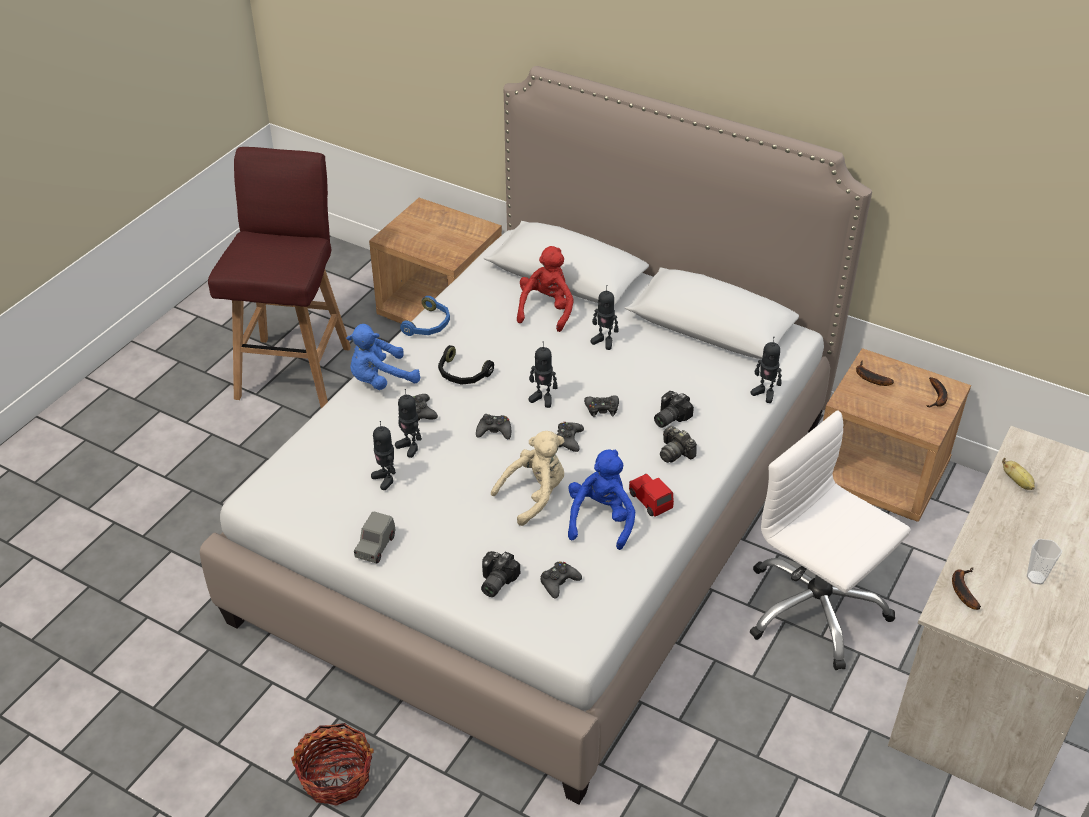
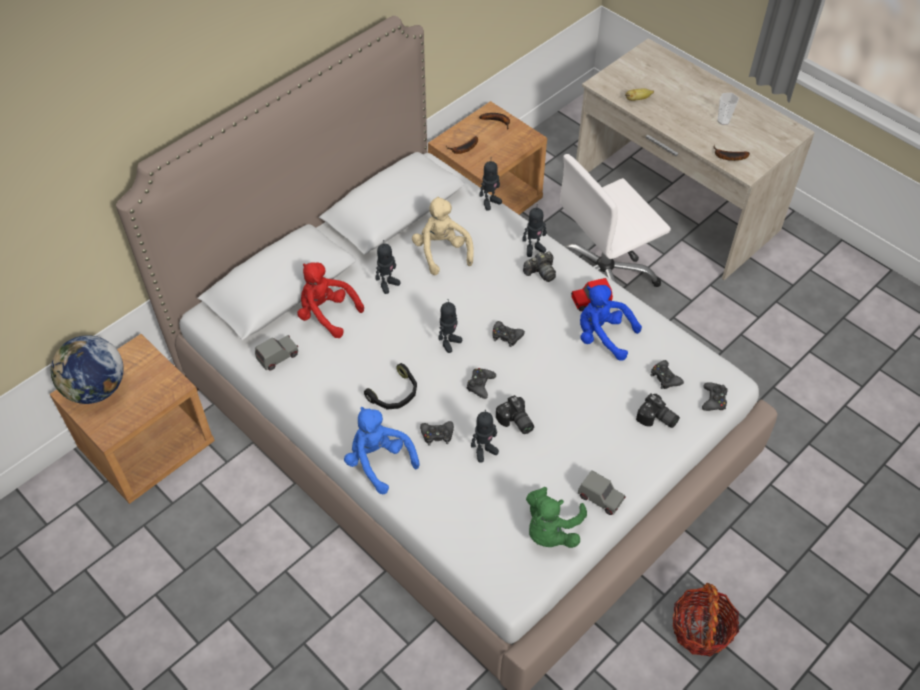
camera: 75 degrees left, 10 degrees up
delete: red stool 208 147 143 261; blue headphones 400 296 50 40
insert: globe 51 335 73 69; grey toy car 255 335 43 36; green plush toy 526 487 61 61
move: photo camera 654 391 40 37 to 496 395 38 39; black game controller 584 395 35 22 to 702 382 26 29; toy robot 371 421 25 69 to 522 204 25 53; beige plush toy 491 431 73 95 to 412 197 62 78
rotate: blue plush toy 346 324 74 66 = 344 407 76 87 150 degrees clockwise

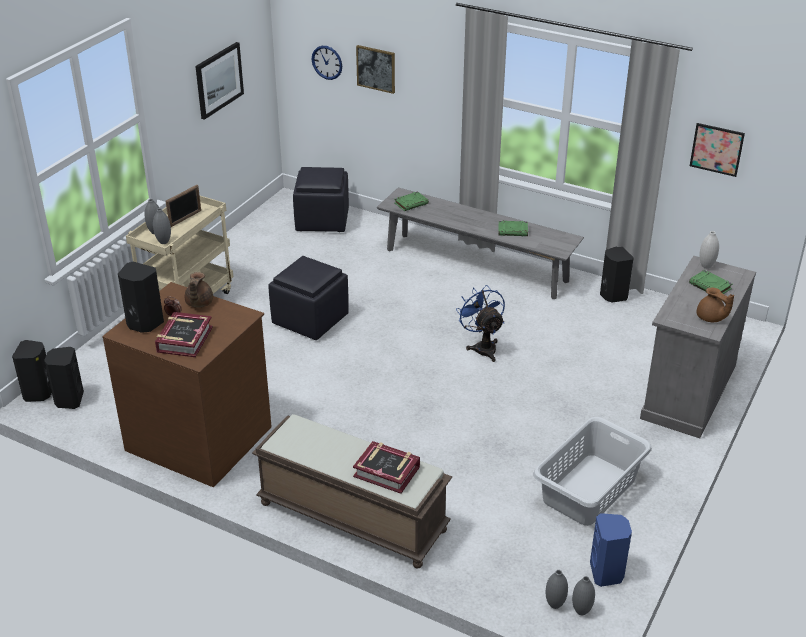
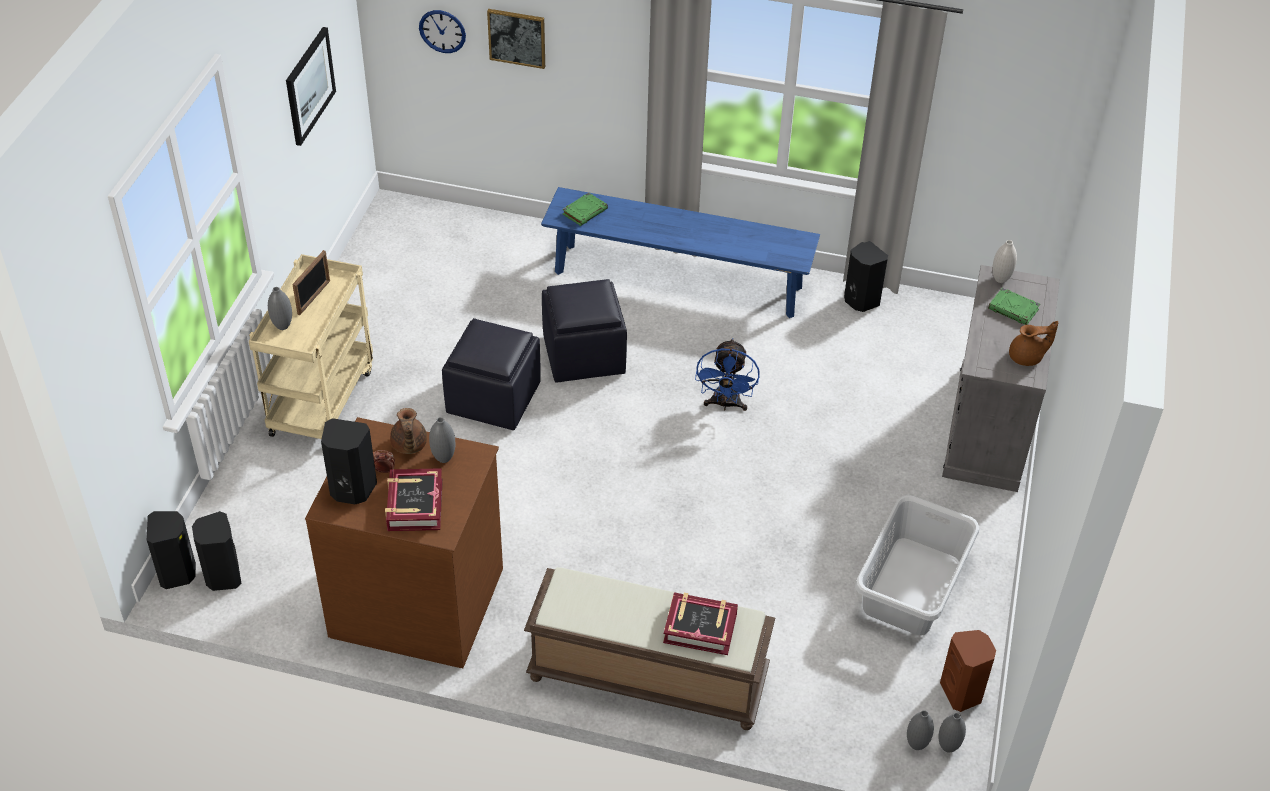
camera: 15 degrees left, 10 degrees up
delete: picture 690 123 55 54; green book 498 220 30 16
move: black ottoman 293 167 56 65 to 542 279 85 104; grey vase 153 208 18 36 to 429 417 26 46
recolor: grey bench 377 188 207 111 to blue bench 541 187 279 131; blue speaker 590 513 42 74 to brown speaker 940 630 56 82
rotate: blue fan 456 285 49 77 = 695 338 65 73 135 degrees counterclockwise; brown teapot 697 288 37 34 = 1009 321 49 45 45 degrees counterclockwise

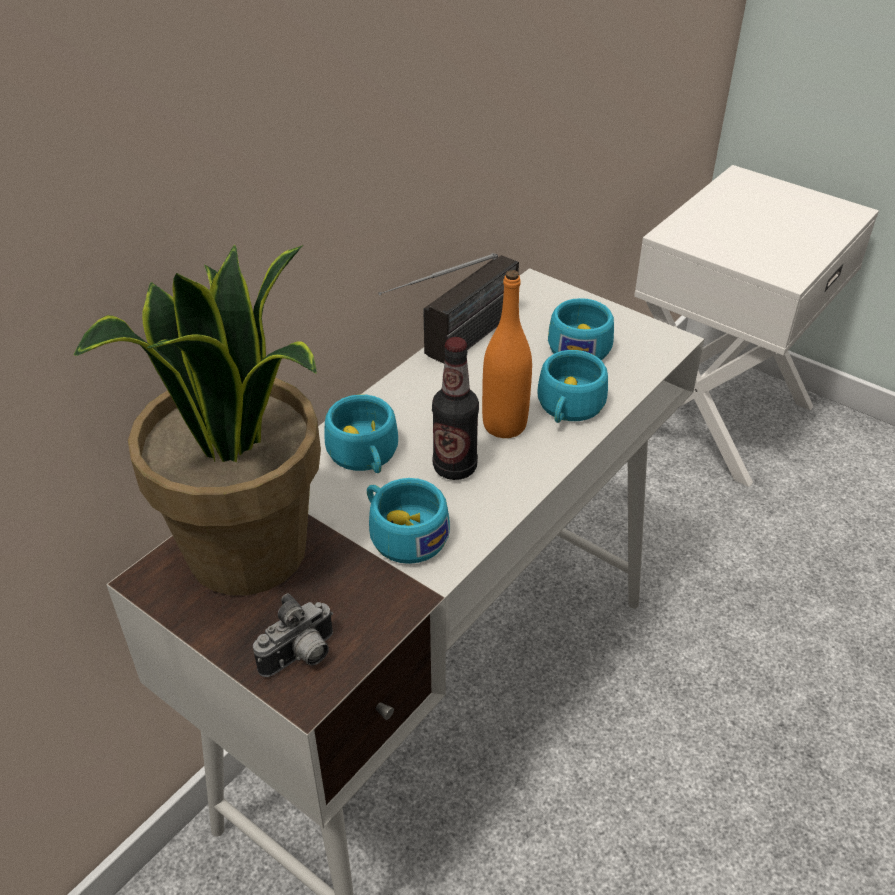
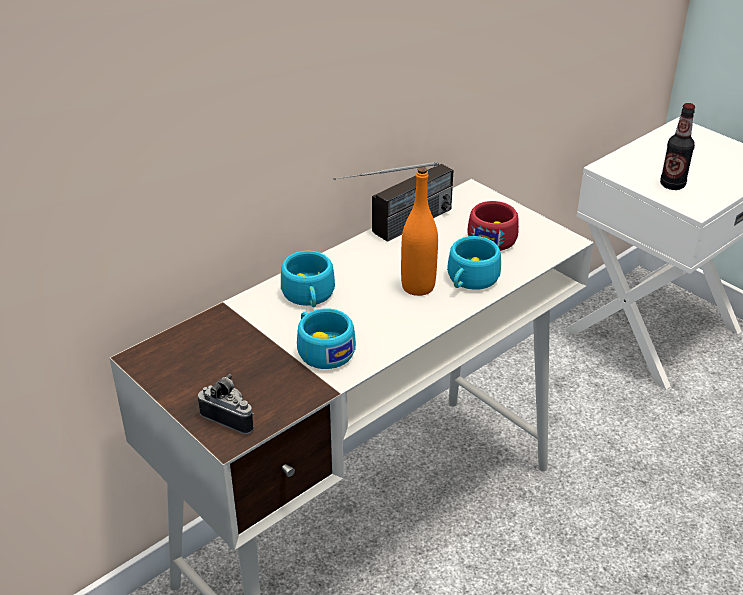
camera: 10 degrees right, 5 degrees down
delete: potted plant 73 245 248 350
move: bottle 432 337 47 143 to 660 103 35 87
recolor: turquoise cup 548 298 66 62 to red cup 467 201 52 50
rotate: photo camera 253 593 80 84 = 198 374 56 60 120 degrees counterclockwise

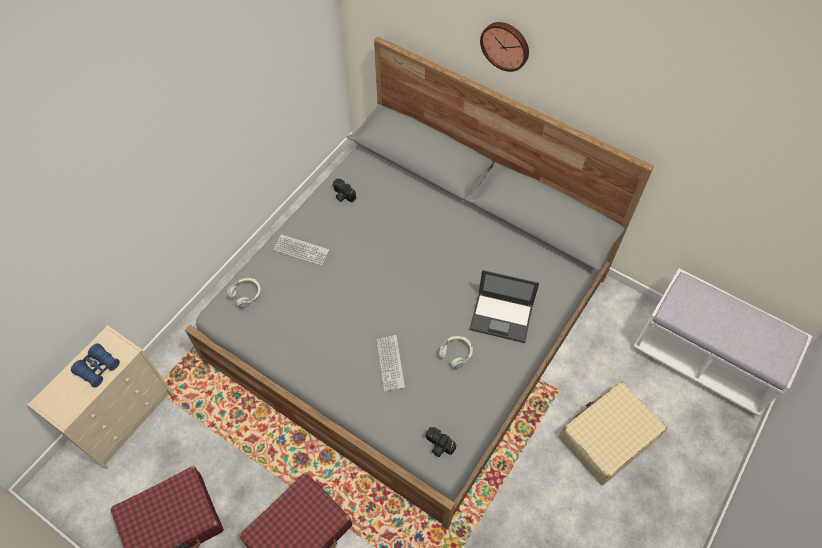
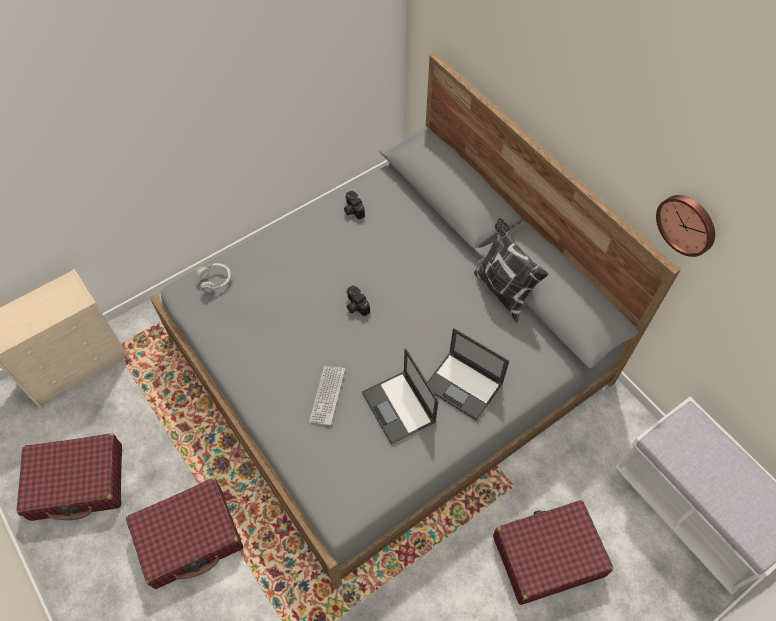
camera: 20 degrees right, 0 degrees up
delete: keyboard 274 235 55 31; blue binoculars 71 343 49 45
insert: pillow 474 218 74 105
move: wall clock 480 22 49 50 to 656 195 59 62; photo camera 425 427 31 30 to 346 285 24 31
replace: headphones 439 336 34 33 to laptop 362 348 76 97
recolor: beige suitcase 559 382 108 103 to red suitcase 493 500 120 105

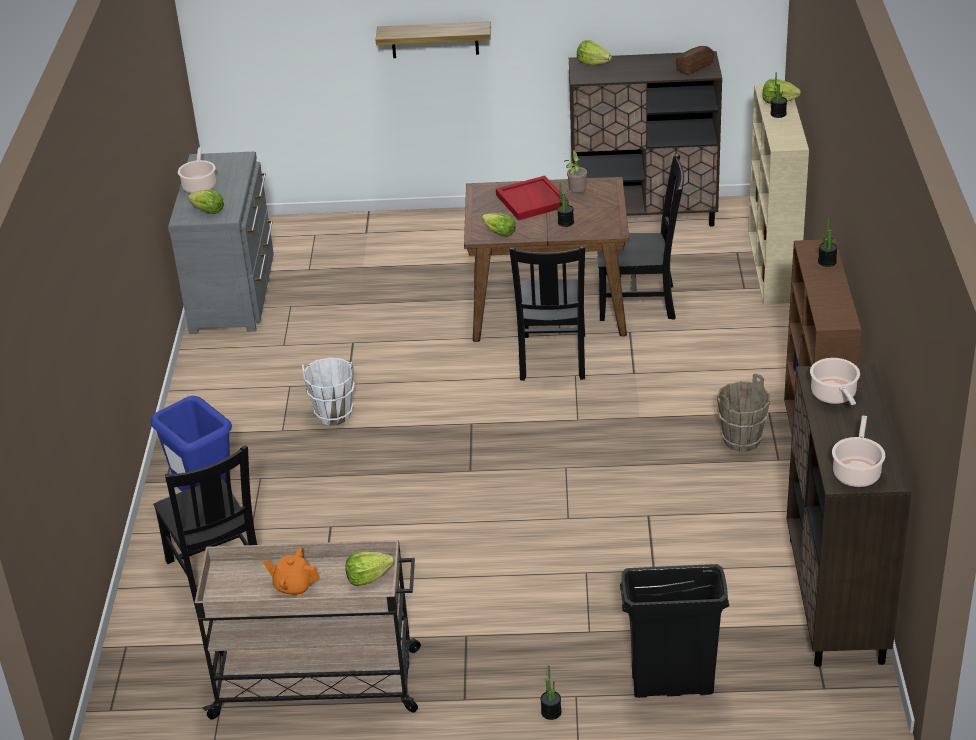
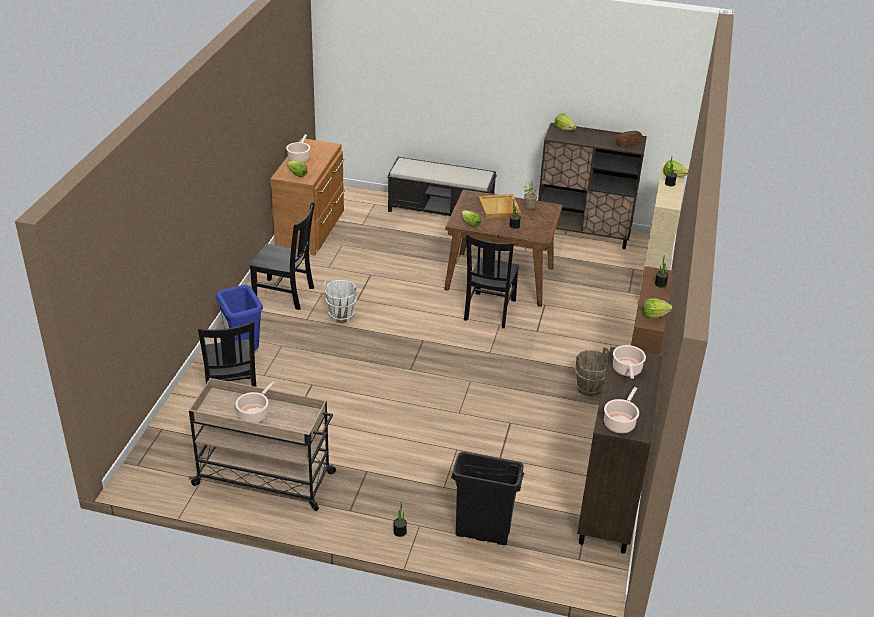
camera: 10 degrees right, 0 degrees up
delete: shelf 375 21 116 37
insert: black bench 387 157 110 59
move: black chair 597 154 87 167 to 249 201 66 109; lettuce 345 552 49 34 to 642 298 31 20
replace: orange teapot 263 548 57 48 to cooking pot 236 381 39 42
recolor: grey dresser 168 151 106 183 to brown dresser 270 138 75 118; red tray 496 176 73 44 to beige tray 478 194 43 25

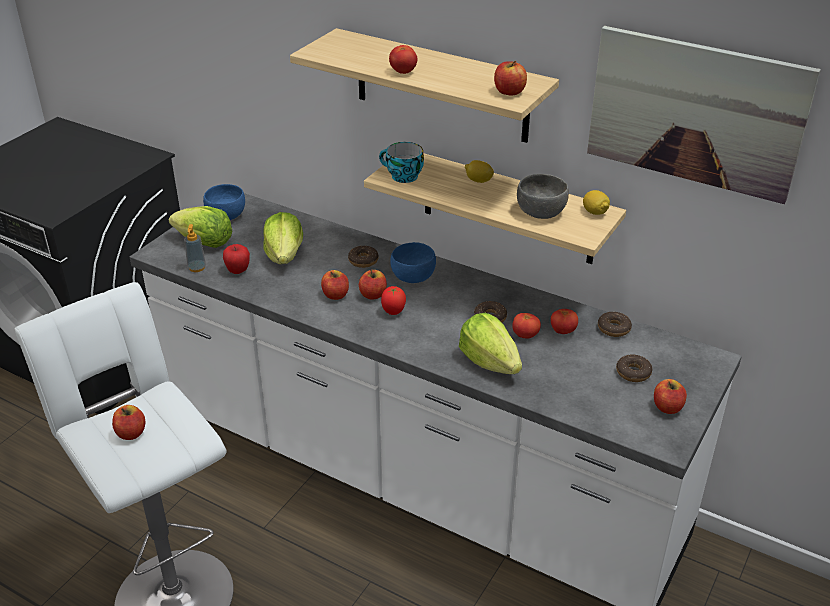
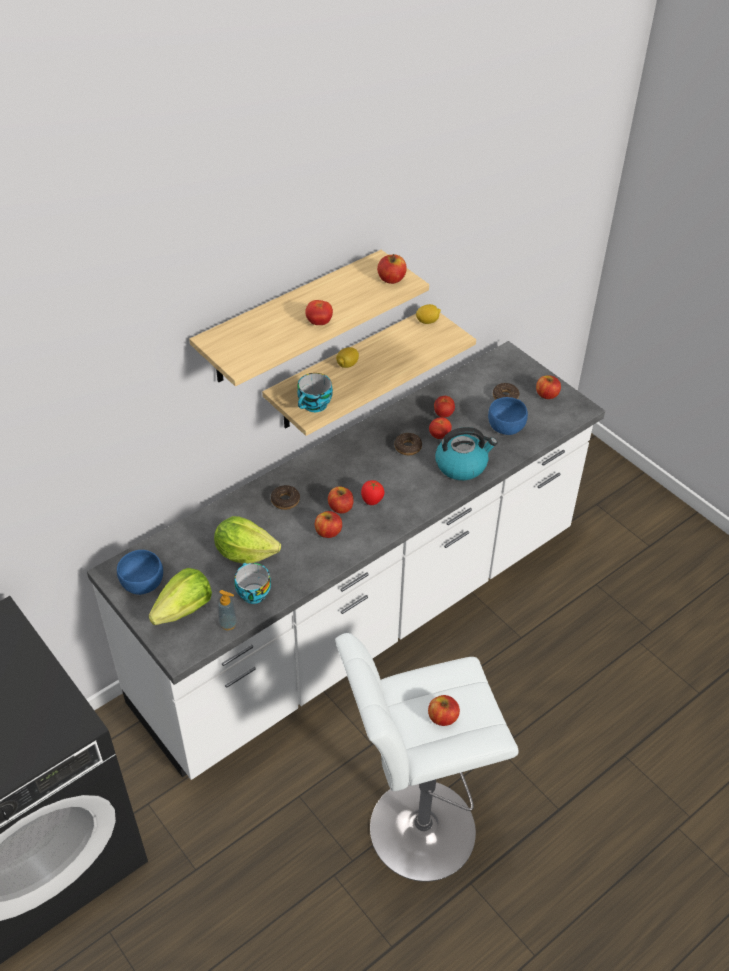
camera: 70 degrees left, 10 degrees up
delete: picture 587 26 234 178; grey bowl 517 174 52 45; donut 598 312 34 25
move: blue bowl 390 242 46 41 to 488 397 40 38
replace: apple 223 244 27 30 to cup 234 563 37 41; lettuce 459 313 63 61 to kettle 435 427 63 53

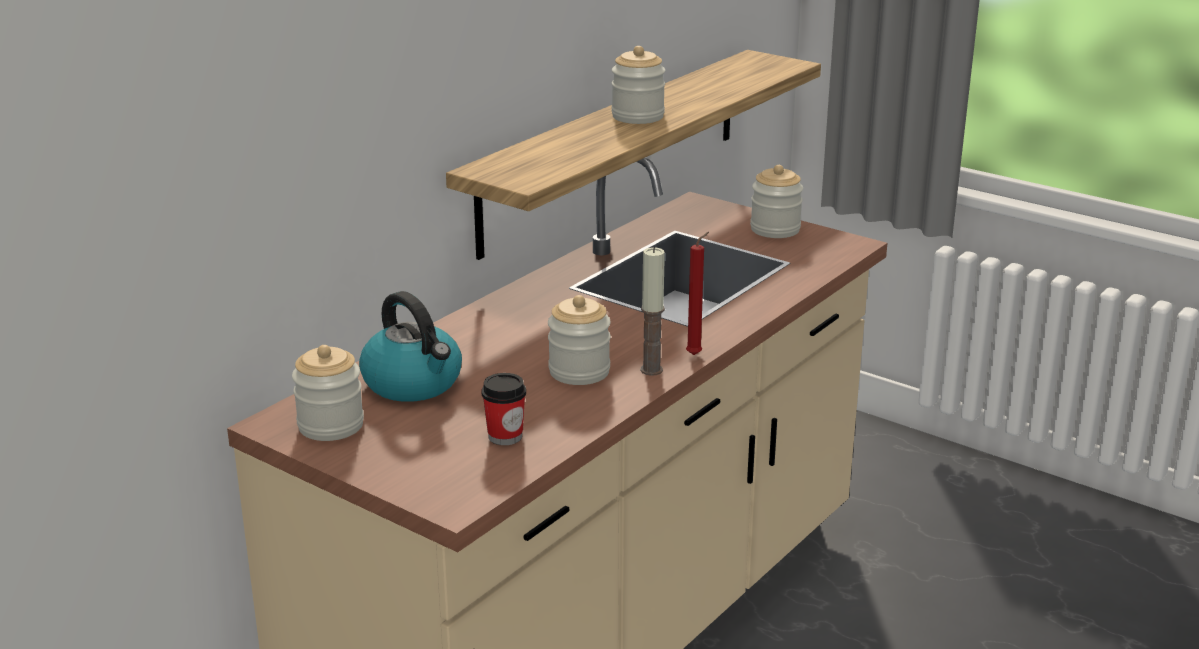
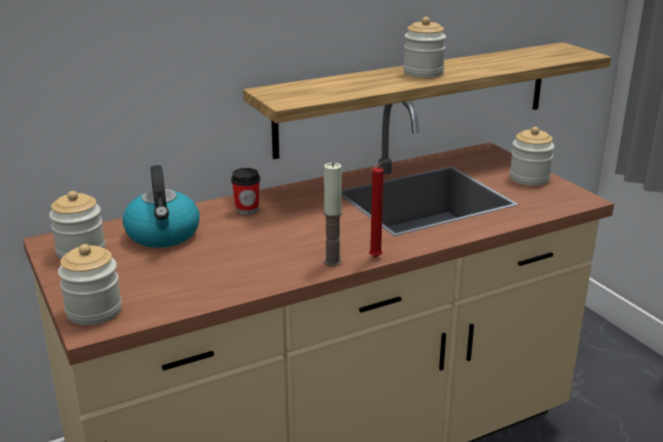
camera: 25 degrees right, 0 degrees up
move: jar 548 295 63 90 to 58 244 64 81; cup 482 373 44 72 to 231 168 29 47

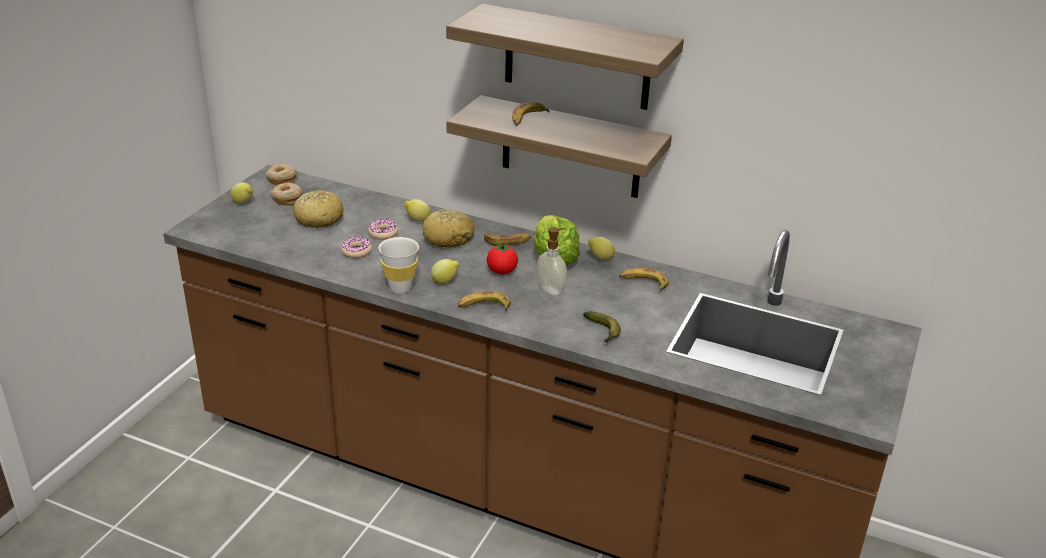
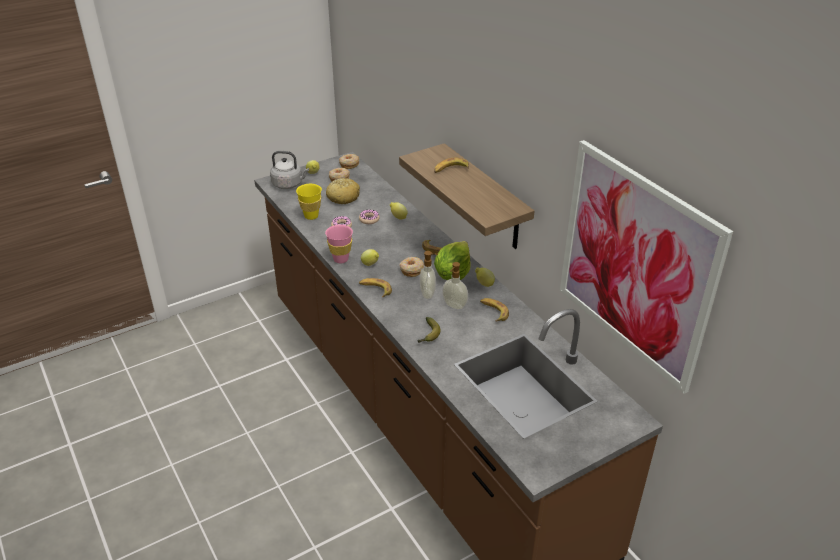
camera: 35 degrees right, 5 degrees up
delete: shelf 446 4 238 106; bread 422 209 52 39
insert: picture 560 140 173 254; grey kettle 270 151 39 38; yellow cup 296 184 26 36; soap dispenser 442 262 26 48
replace: tomato 487 243 31 31 to donut 400 257 24 20
recolor: white cup 379 237 40 57 to pink cup 325 225 28 38

